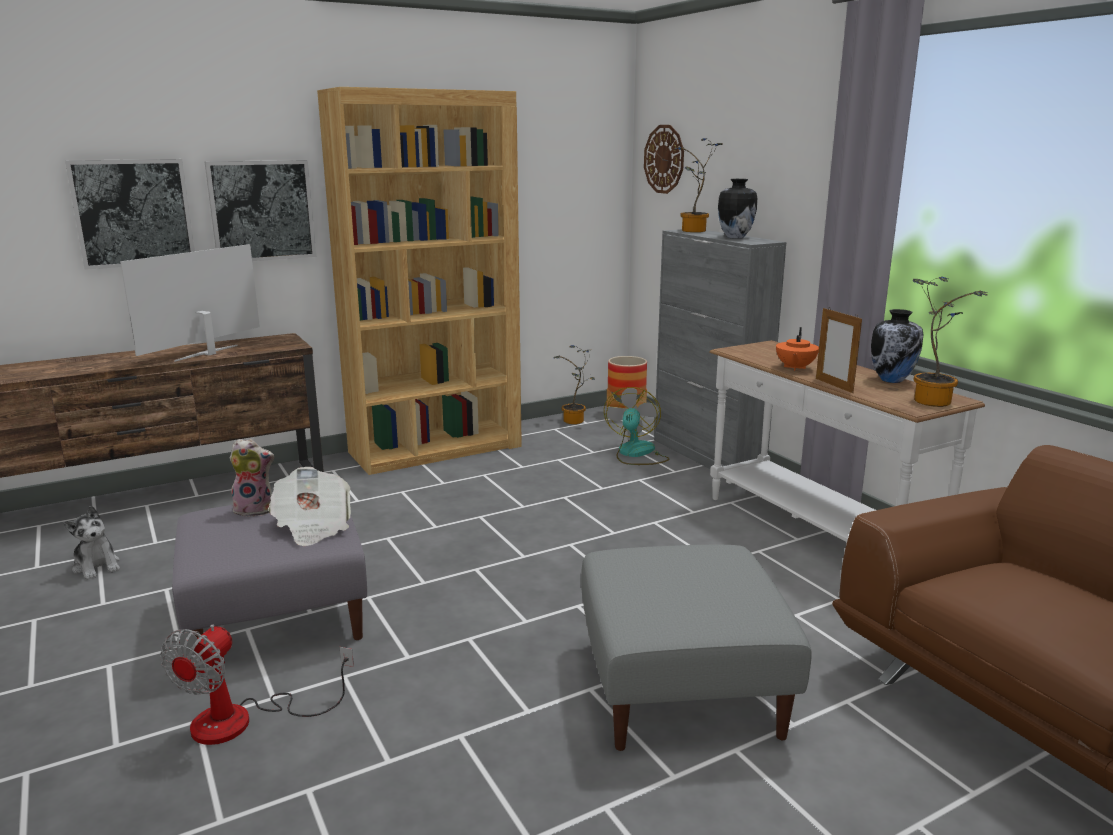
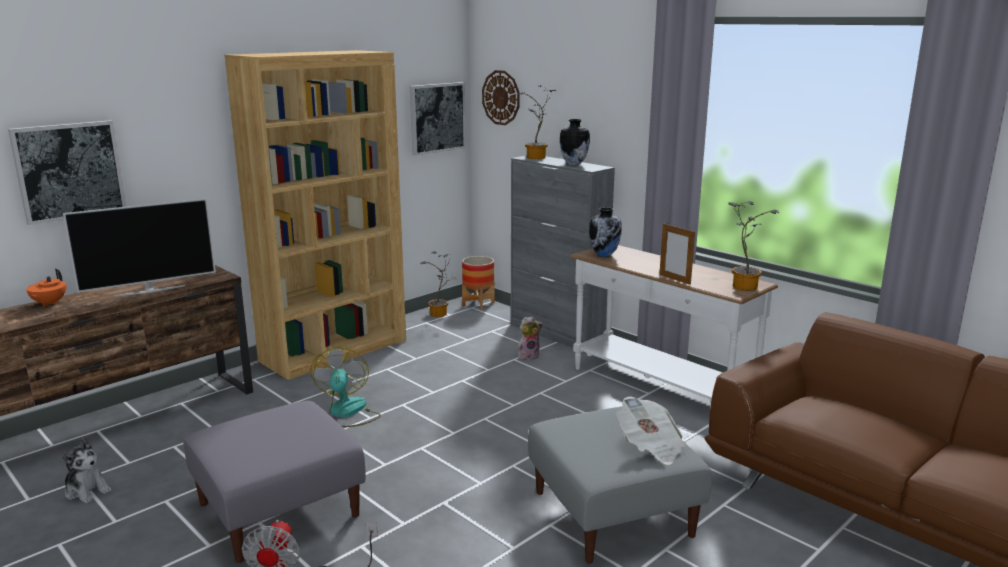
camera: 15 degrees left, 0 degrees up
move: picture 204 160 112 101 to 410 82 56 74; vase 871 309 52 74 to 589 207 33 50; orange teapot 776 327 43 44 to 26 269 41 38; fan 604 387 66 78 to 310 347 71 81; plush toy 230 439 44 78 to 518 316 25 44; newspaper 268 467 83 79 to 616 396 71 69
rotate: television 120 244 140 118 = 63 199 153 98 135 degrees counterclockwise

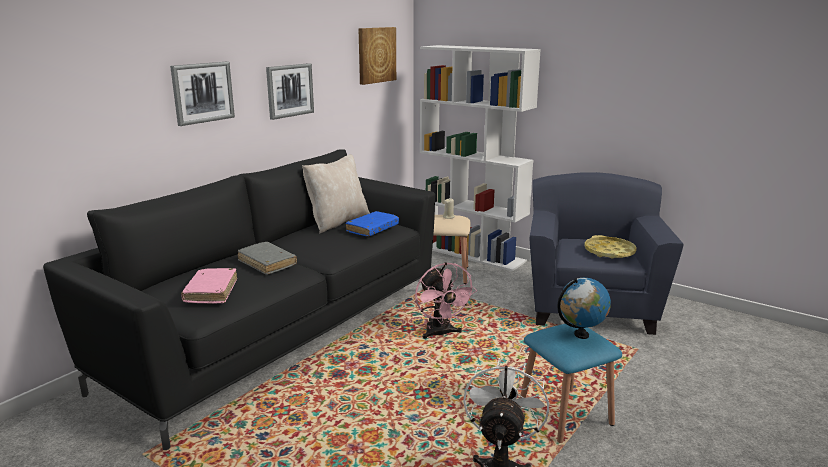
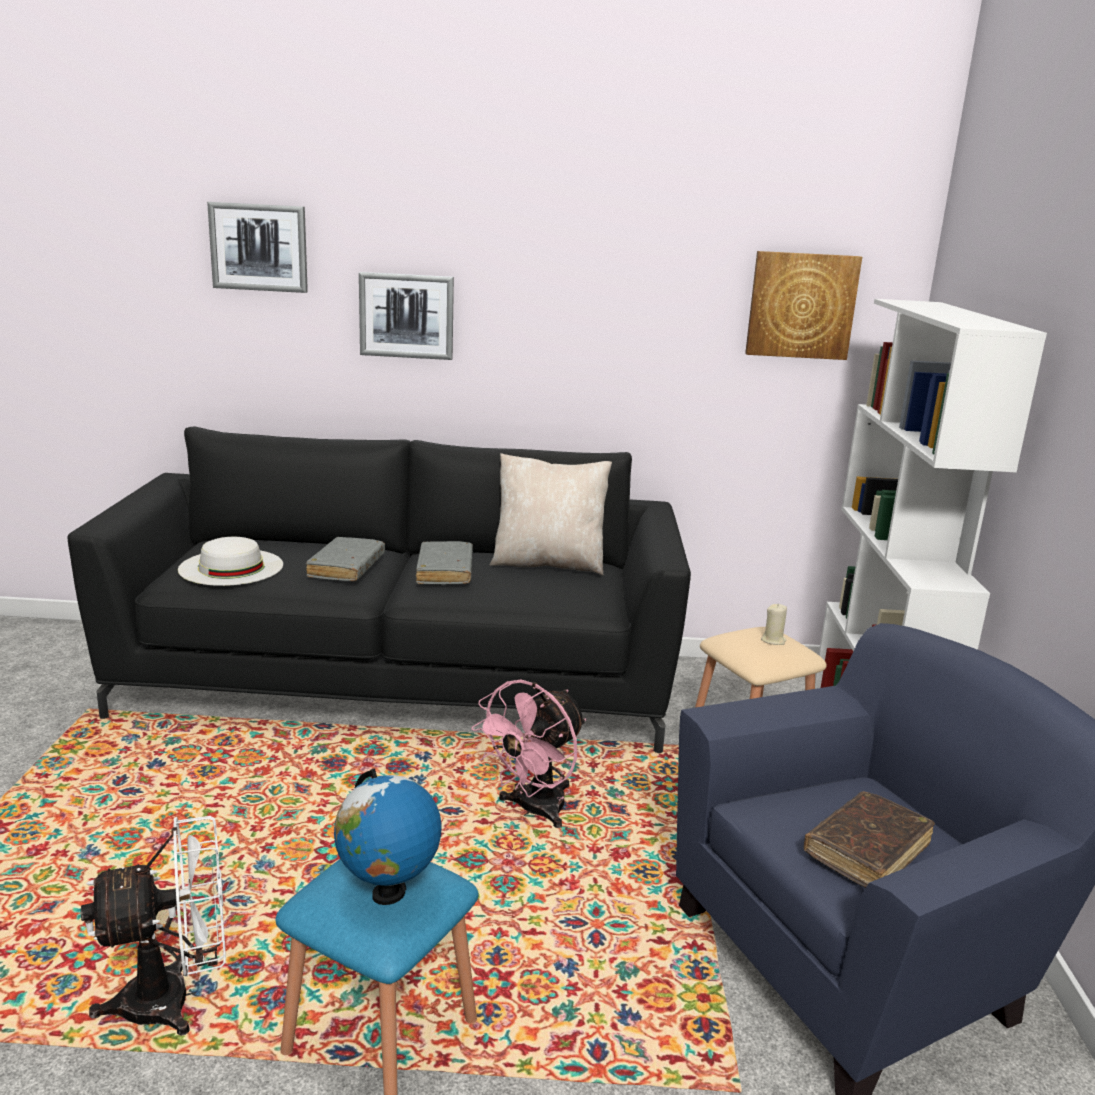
camera: 55 degrees right, 0 degrees up
delete: blue book 346 211 53 26
insert: grey book 416 541 57 43
move: picture 266 63 48 57 to 207 202 101 91
replace: yellow tray 584 235 53 23 to brown book 804 791 131 97; pink book 181 268 56 35 to white hat 178 537 105 49

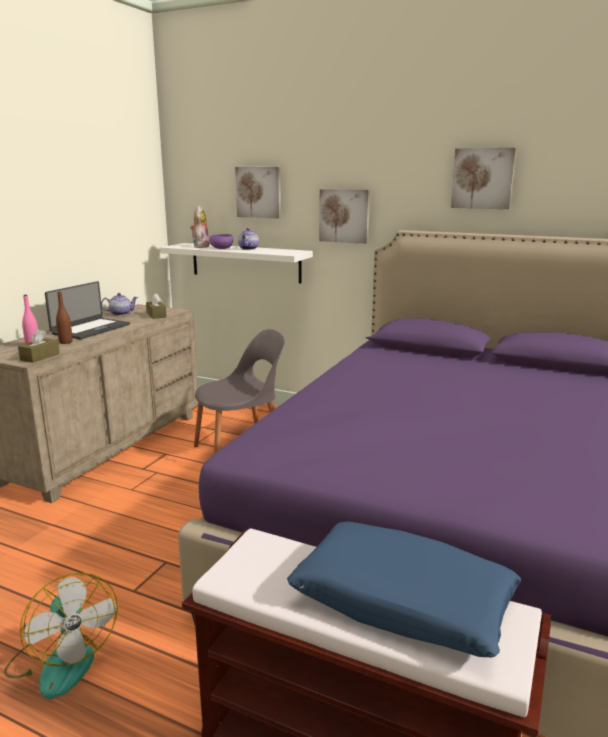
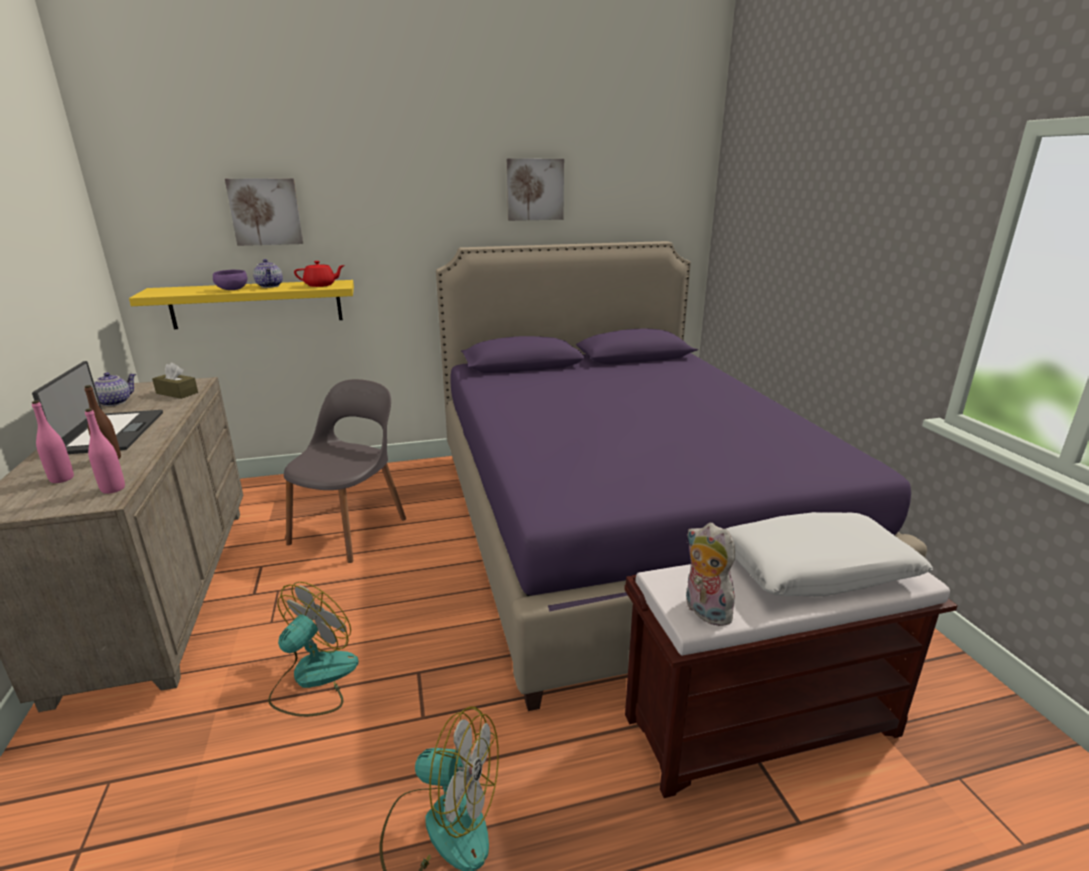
camera: 40 degrees left, 5 degrees up
delete: picture 319 189 51 55
insert: red teapot 294 261 51 26; fan 268 582 91 135
move: plush toy 190 205 20 43 to 686 523 49 103
replace: brown tissue box 18 329 42 34 to pink bottle 85 408 40 86
recolor: white shelf 160 243 153 40 to yellow shelf 129 280 225 49; blue pillow 287 521 234 136 to white pillow 726 512 208 85

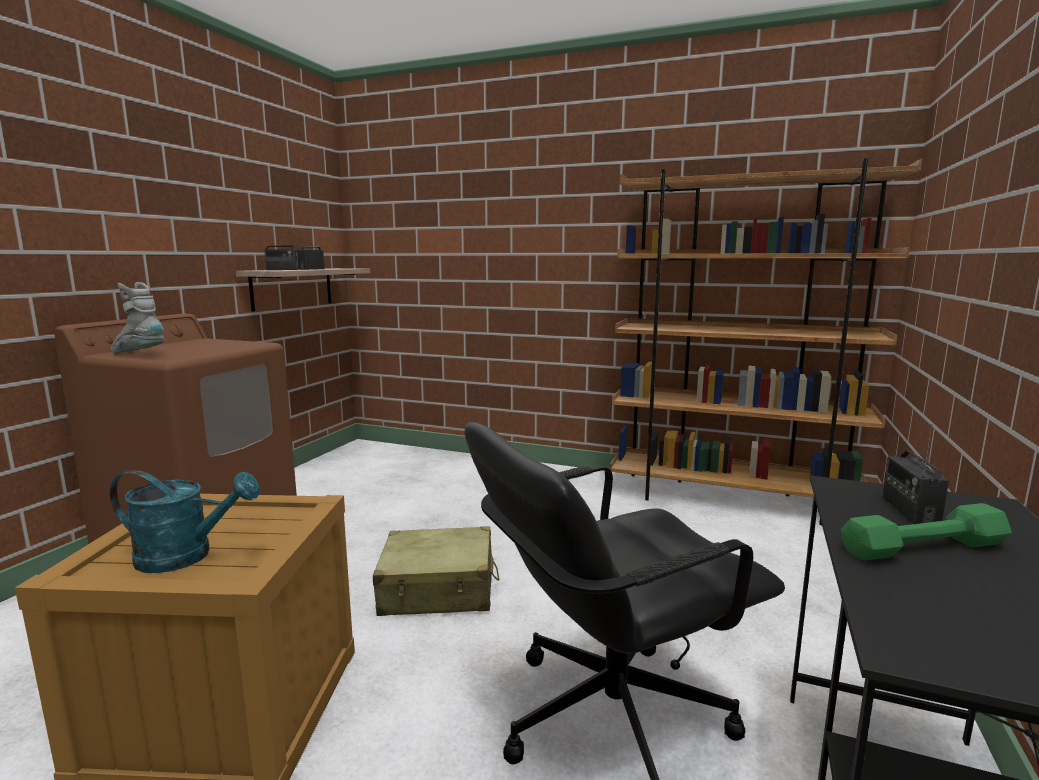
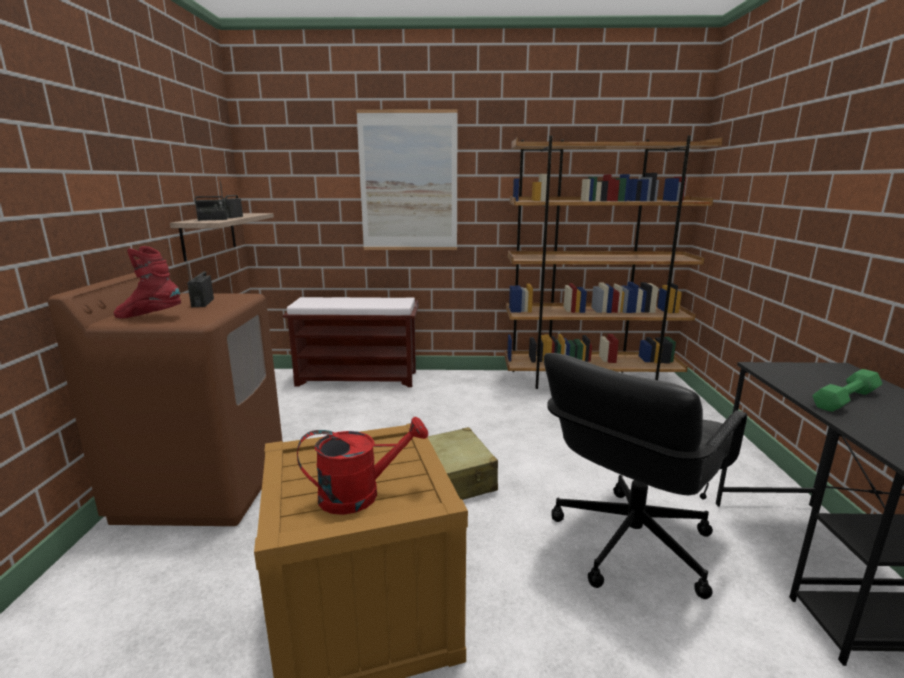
camera: 20 degrees left, 5 degrees up
insert: picture 356 109 102 141; brown bench 283 297 136 90
move: radio 882 424 67 100 to 185 253 29 54
recolor: grey boot 111 282 54 71 to red boot 114 246 67 73; turquoise watering can 110 470 150 103 to red watering can 297 417 131 98

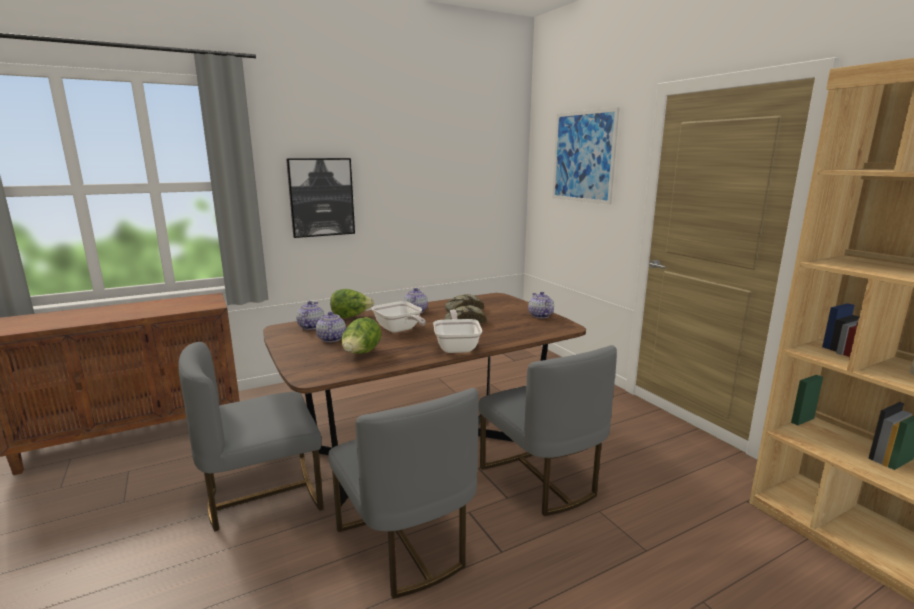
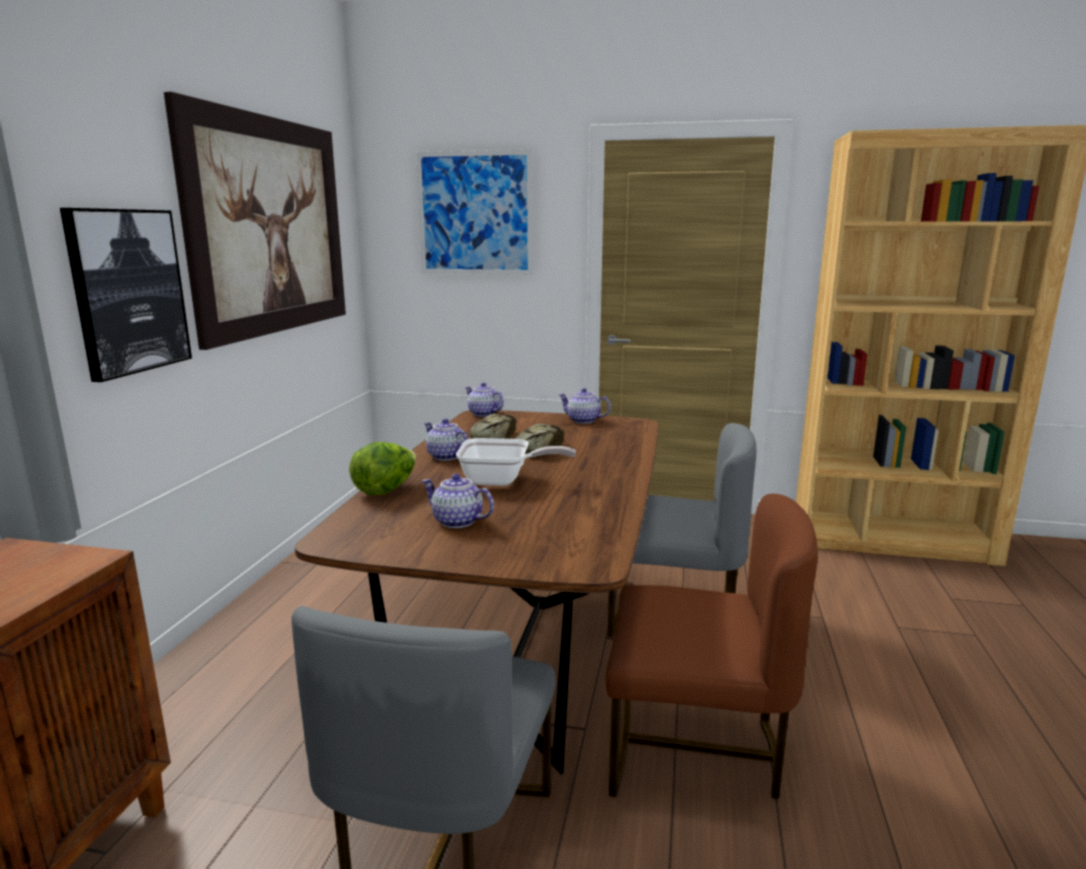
camera: 50 degrees left, 0 degrees up
delete: frying pan 433 310 49 43; lettuce 341 317 40 37
insert: picture 164 92 182 258
move: teapot 296 301 28 29 to 465 383 39 34
recolor: grey chair 328 388 151 211 to brown chair 605 494 213 305

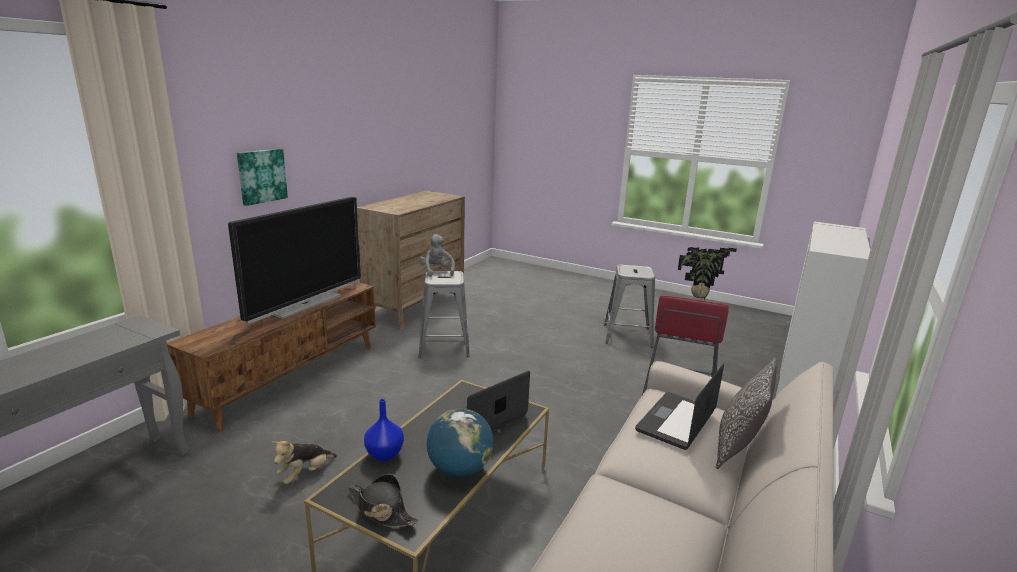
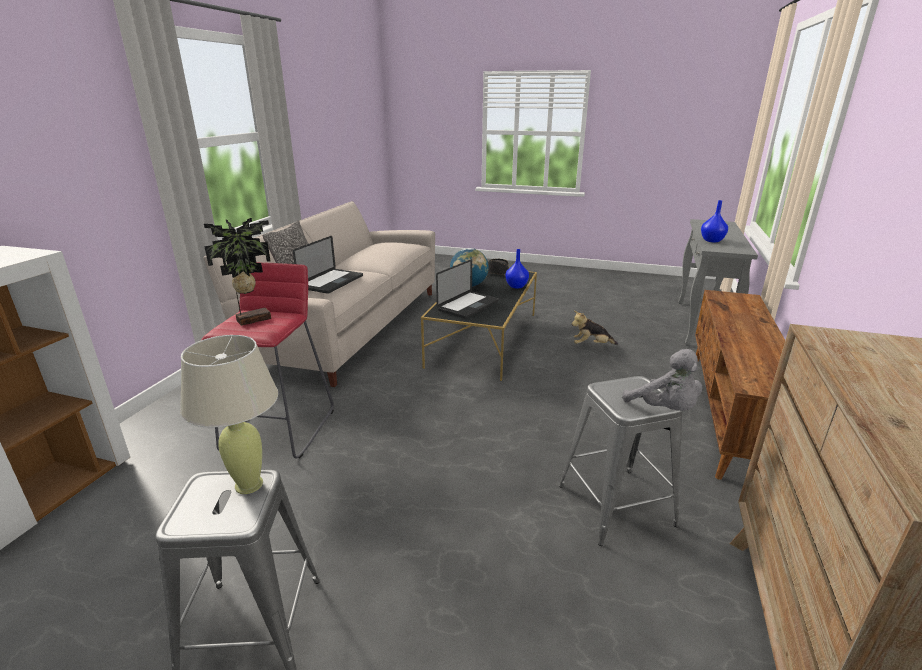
camera: 170 degrees right, 5 degrees up
delete: picture 237 149 51 57; television 228 197 133 127
insert: blue vase 701 200 27 42; beige table lamp 180 335 98 159
rotate: plush toy 272 441 65 43 = 571 311 47 34 120 degrees counterclockwise

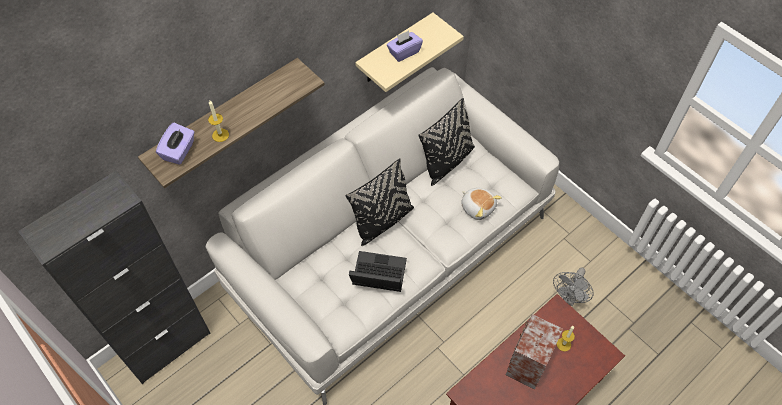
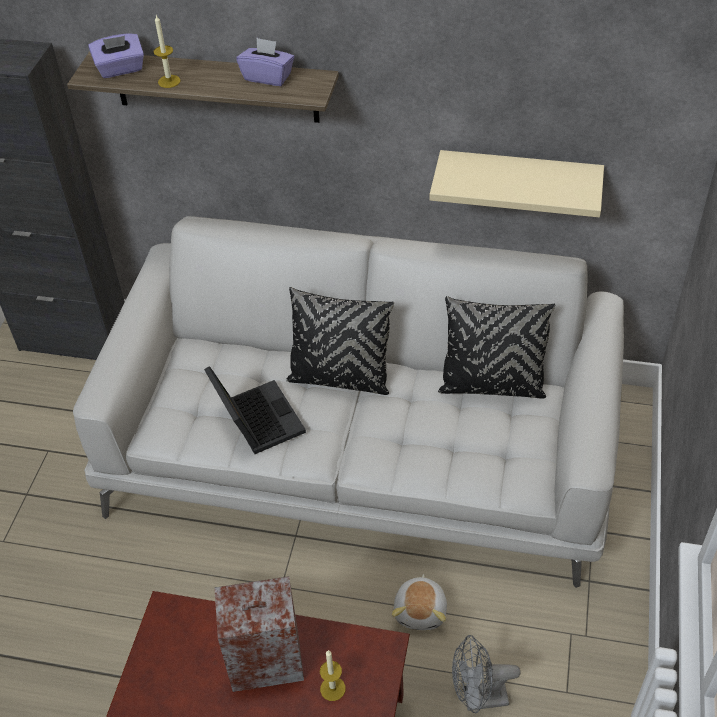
camera: 55 degrees right, 10 degrees down
move: purple tissue box 387 31 36 31 to 237 38 57 48; plush toy 461 188 41 32 to 392 574 55 56

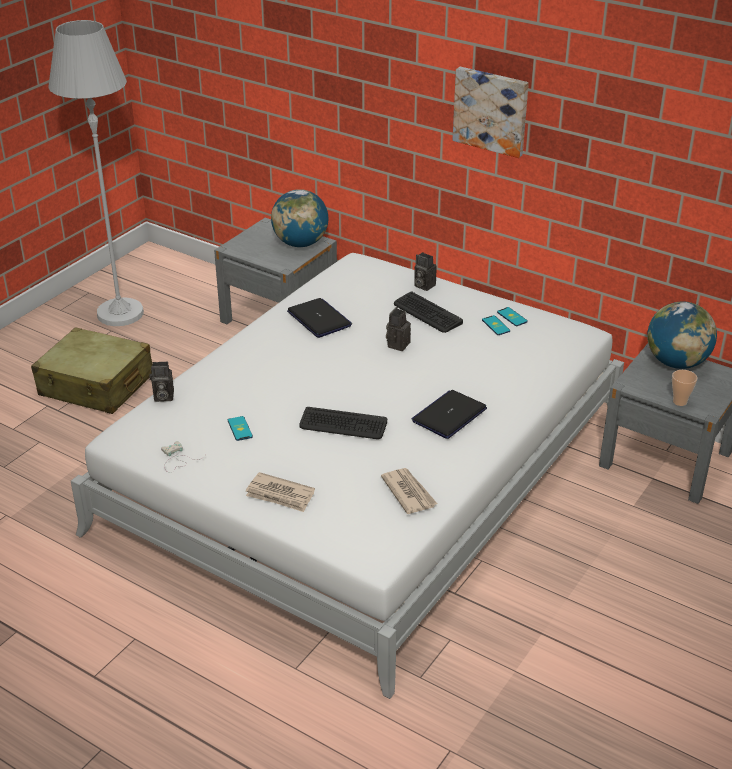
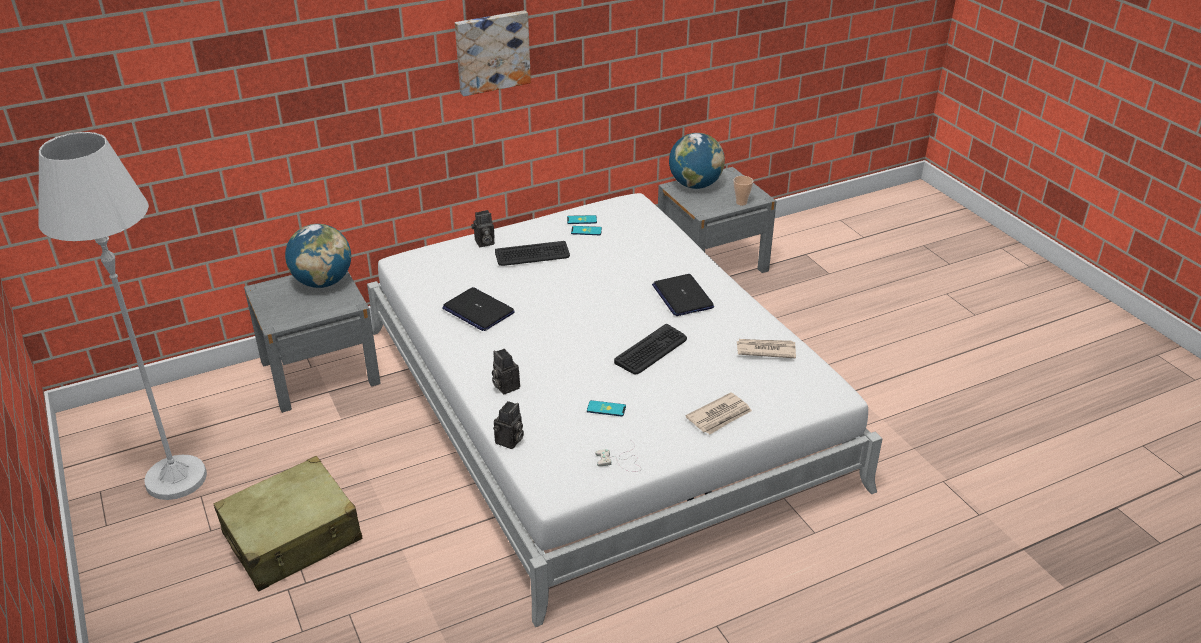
camera: 60 degrees left, 0 degrees up
move: photo camera 386 307 25 44 to 492 349 28 45
rotate: laptop 287 298 65 40 = 442 287 73 44 135 degrees counterclockwise

